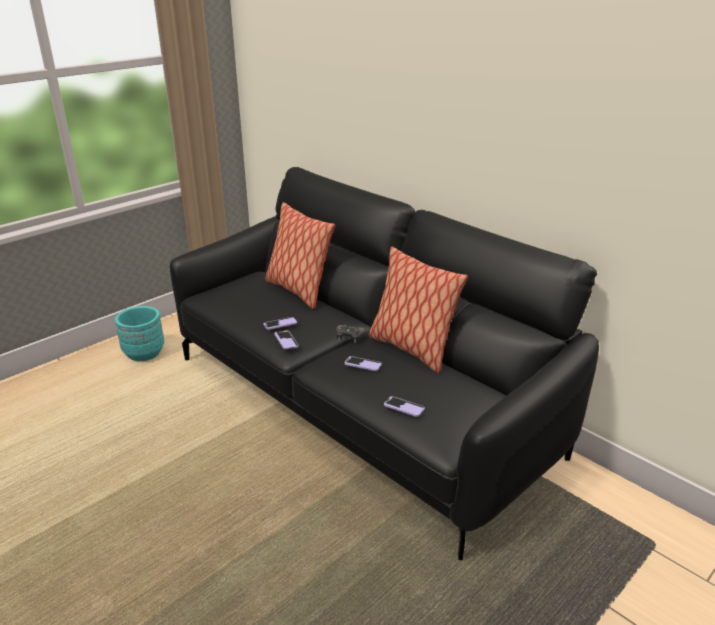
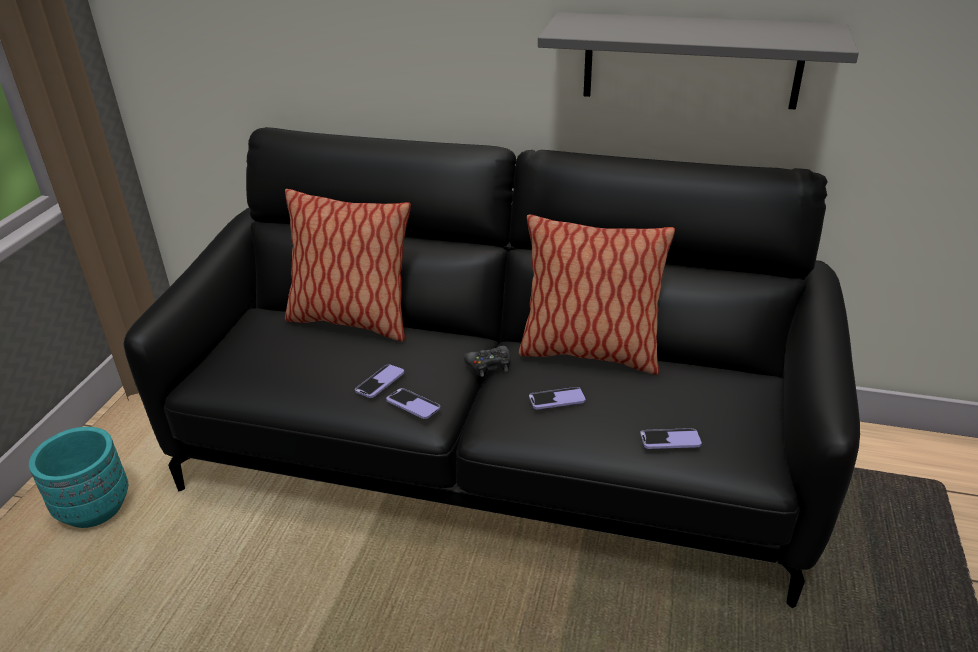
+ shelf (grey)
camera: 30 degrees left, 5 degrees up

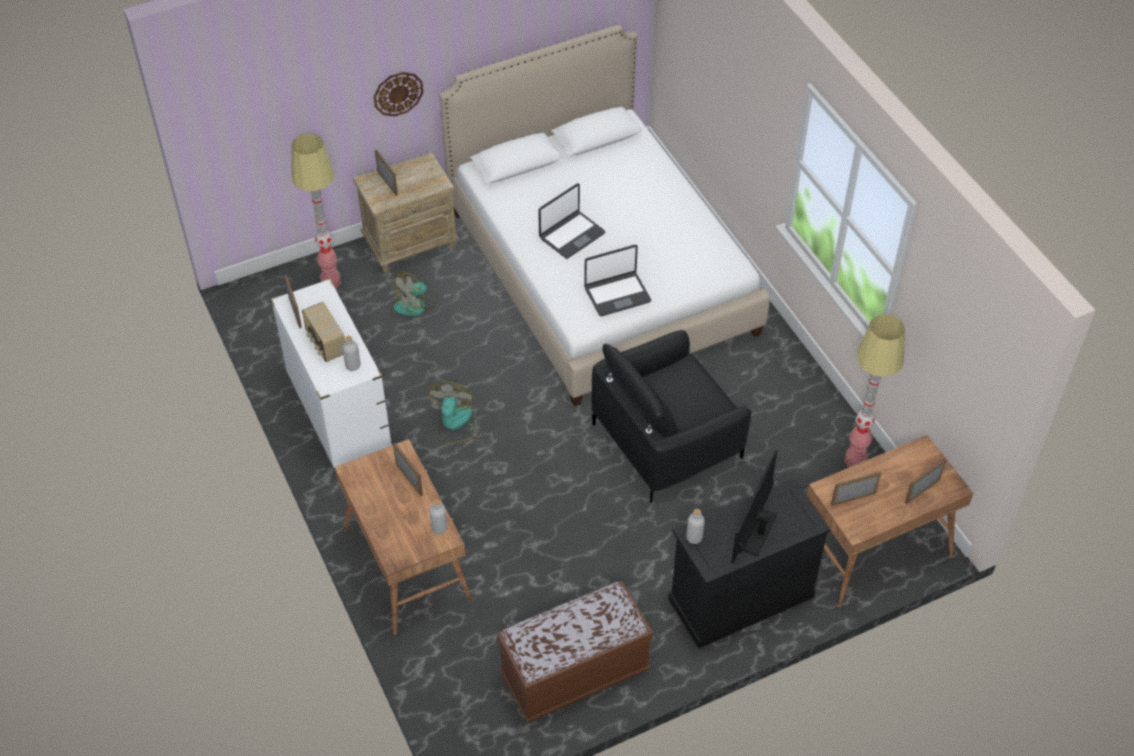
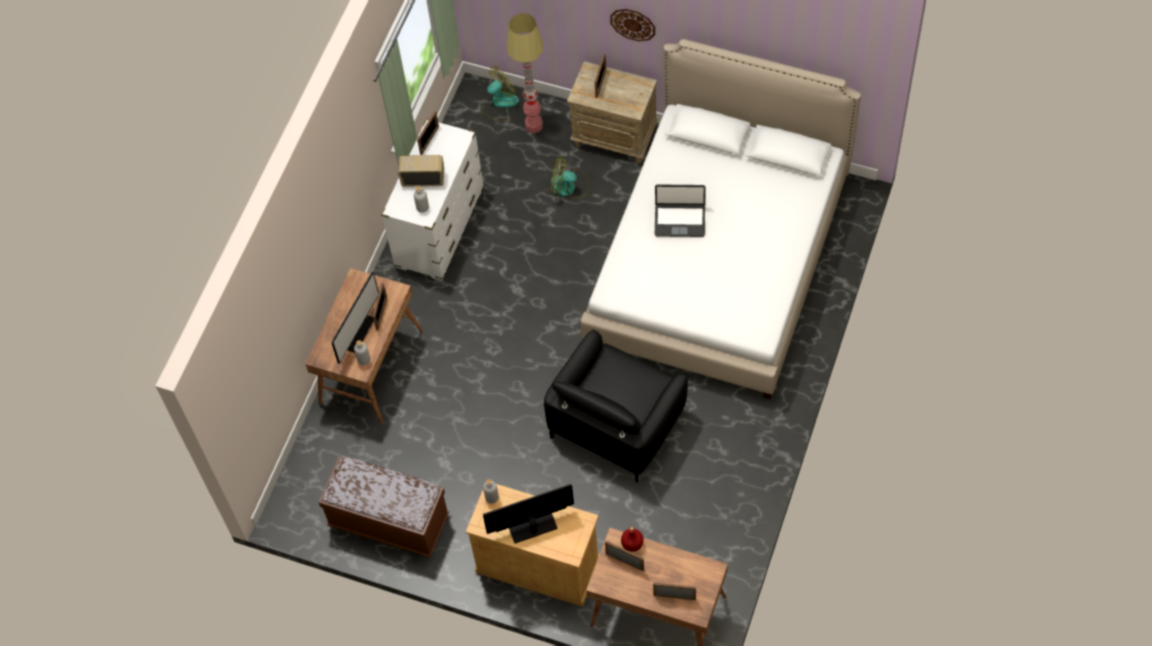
- laptop (no. 2 from left)
- floor lamp (no. 2 from left)
+ monitor (no. 1 from left)
+ bottle (red)
~ fan (no. 2 from left in the first image) to fan (no. 1 from left)
~ cabinet (black) to cabinet (beige)
~ radio 75 degrees clockwise
~ armchair (black) 75 degrees counterclockwise
camera: 50 degrees right, 10 degrees up

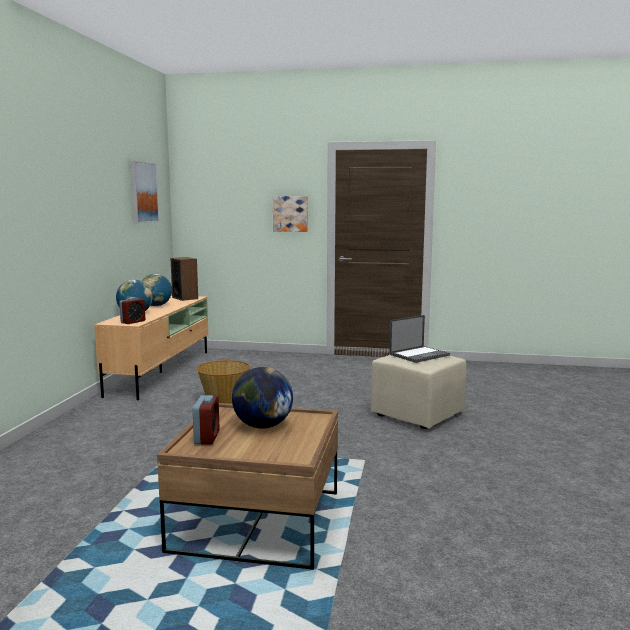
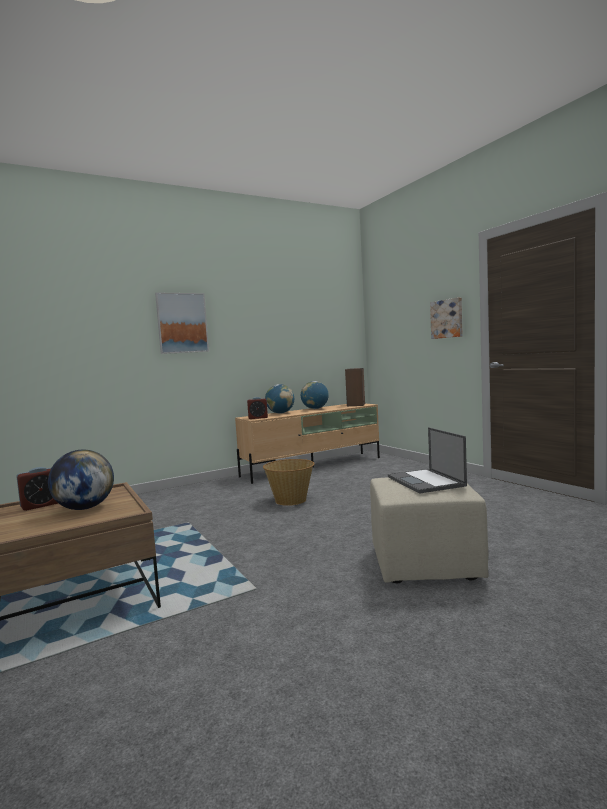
~ picture (no. 1 from left)
~ laptop 60 degrees clockwise
camera: 50 degrees right, 5 degrees down

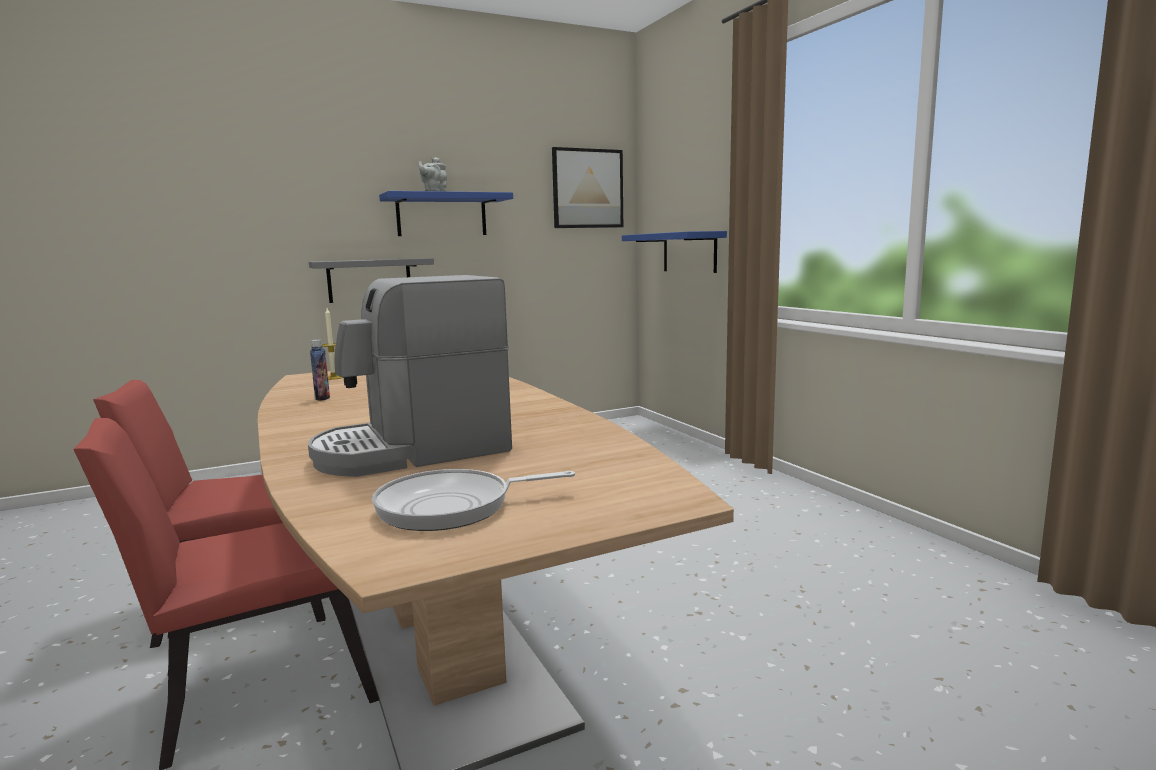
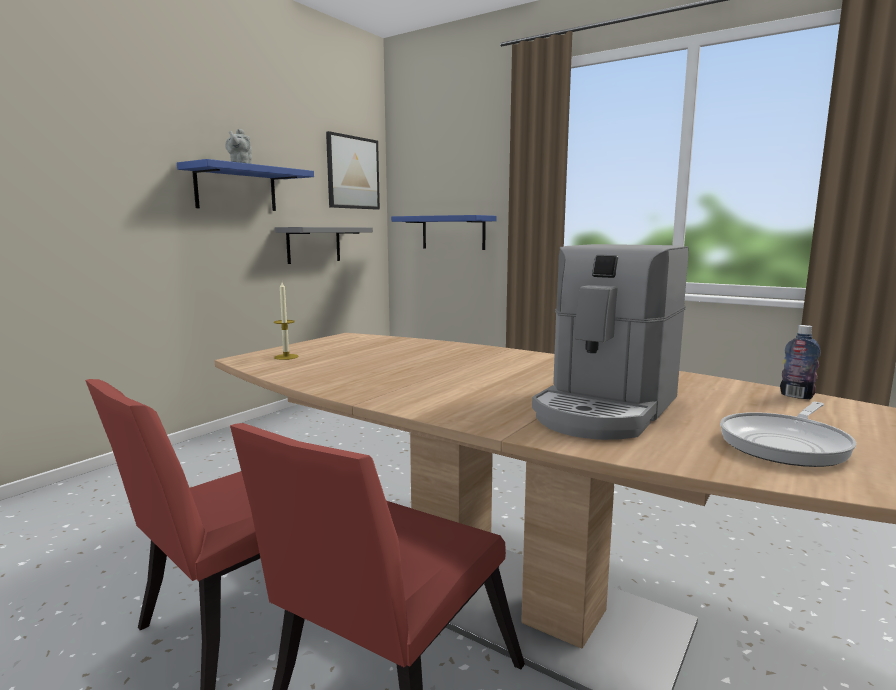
~ shelf (grey)
~ bottle
camera: 30 degrees left, 0 degrees up

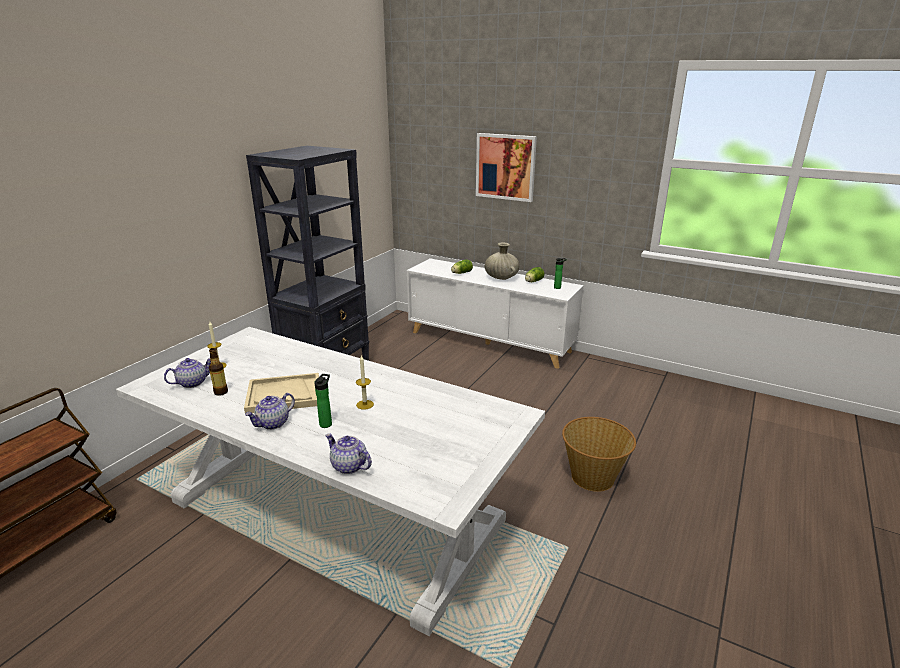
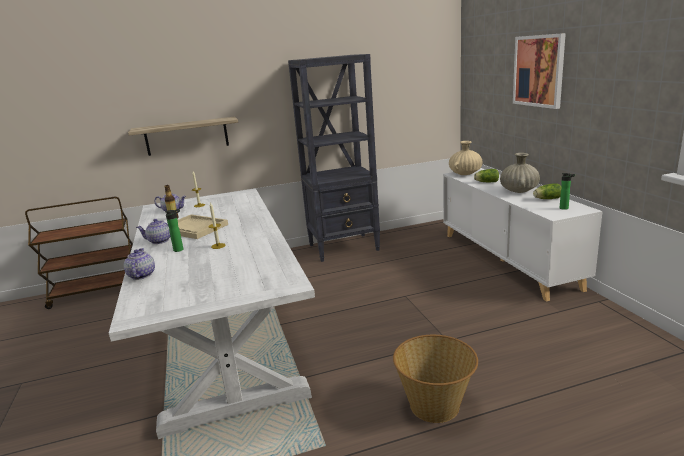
+ shelf
+ vase (beige) (no. 1 from left)
camera: 45 degrees right, 5 degrees down

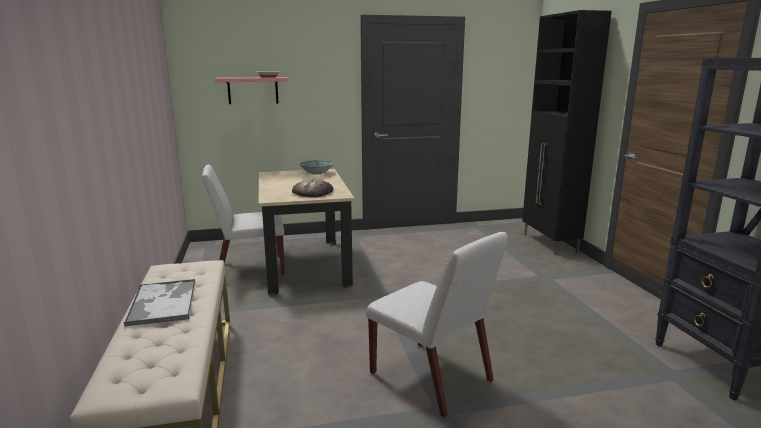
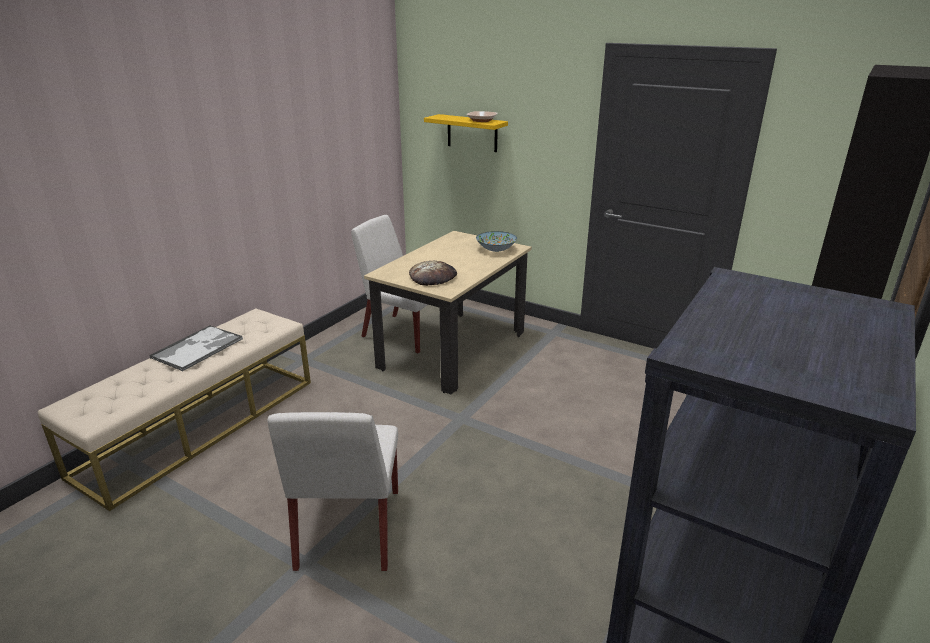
~ shelf (pink) to shelf (yellow)
camera: 45 degrees right, 10 degrees up

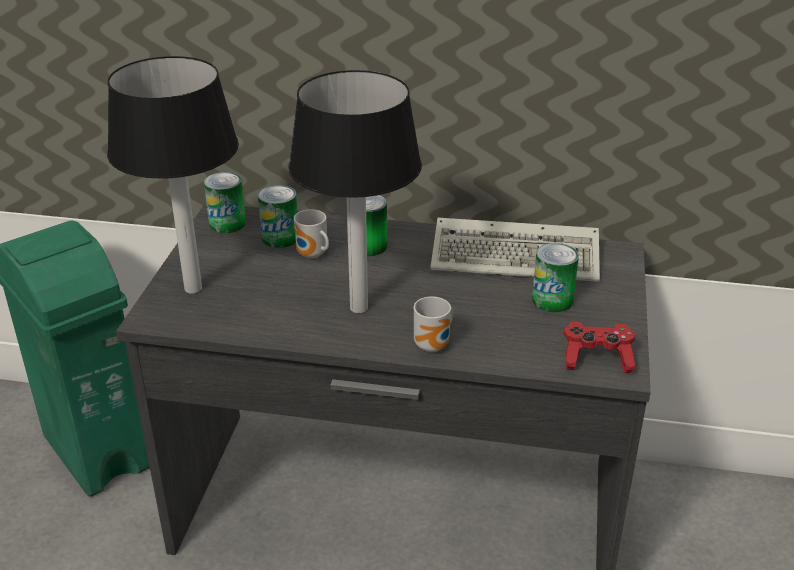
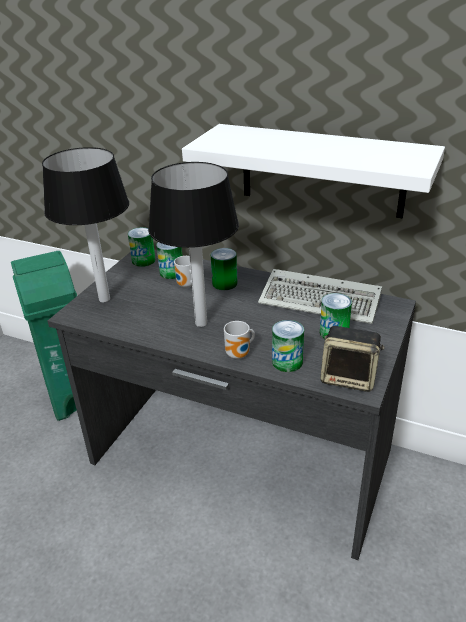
+ shelf (white)
+ can (no. 4 from left)
~ game controller (red) to speaker
camera: 15 degrees right, 0 degrees up

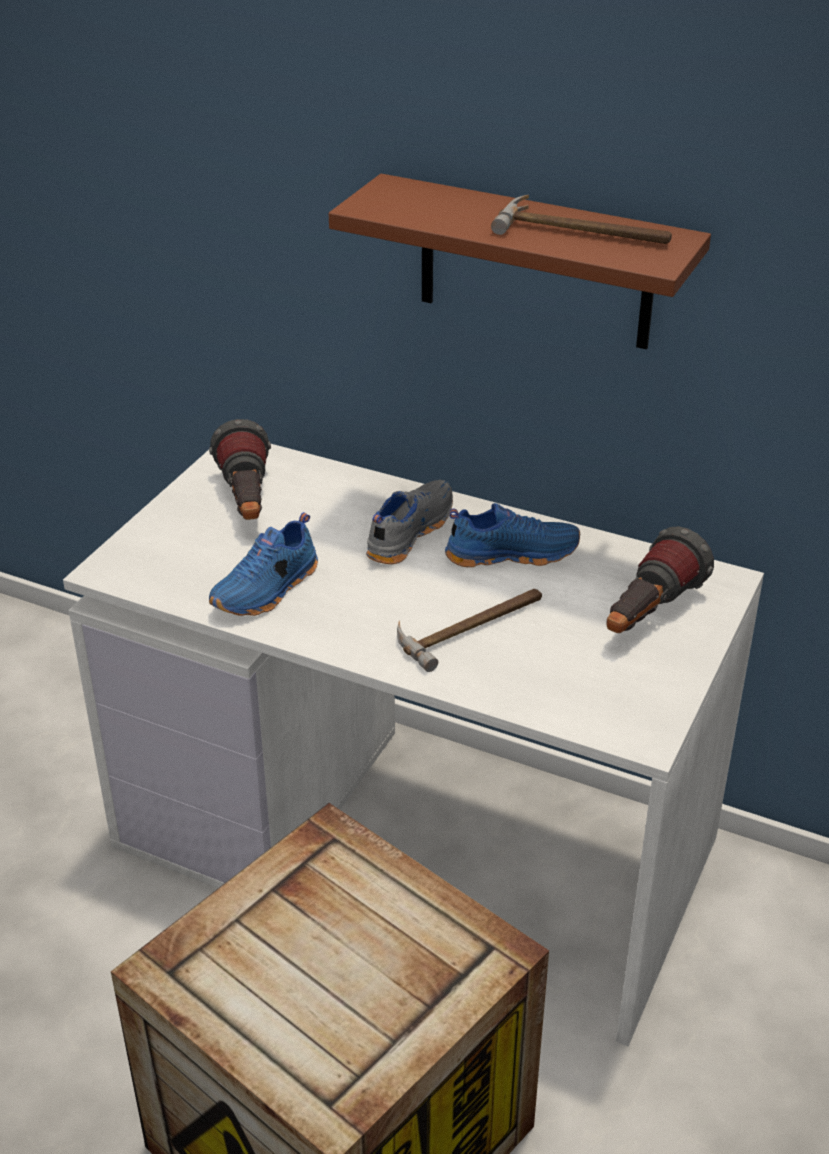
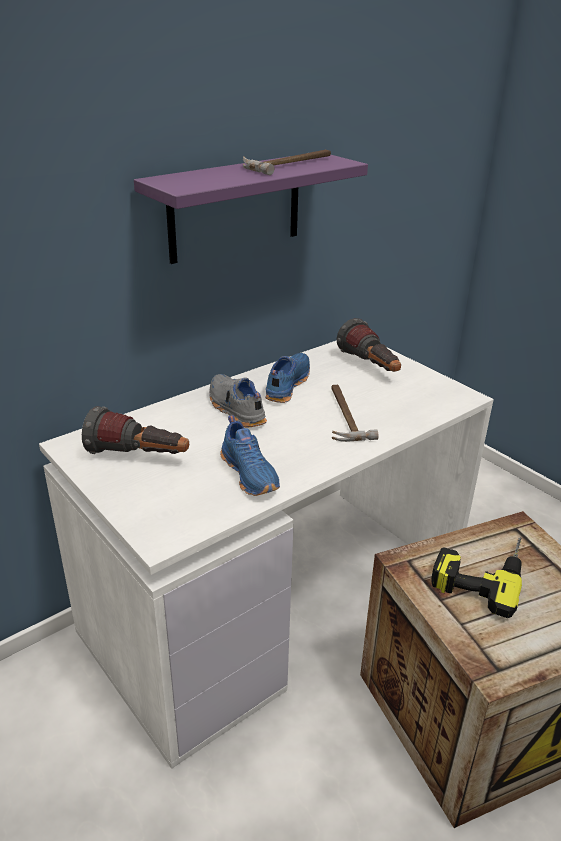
+ power drill
~ shelf (brown) to shelf (purple)
camera: 65 degrees left, 5 degrees down

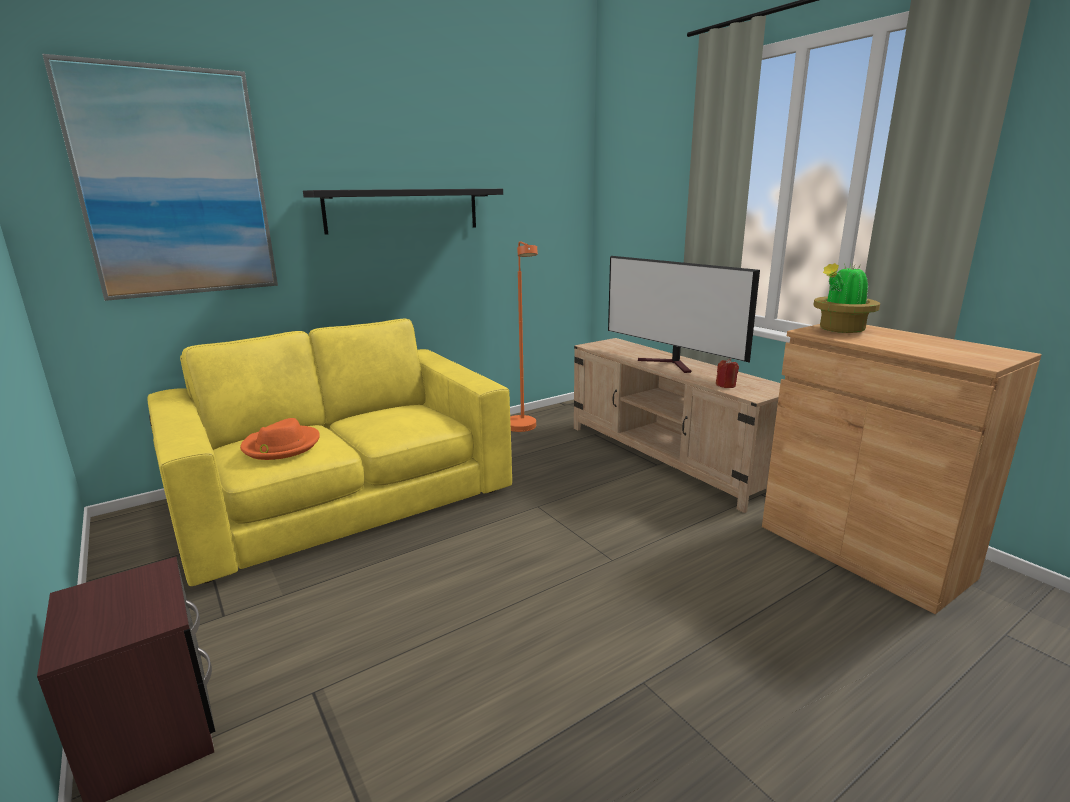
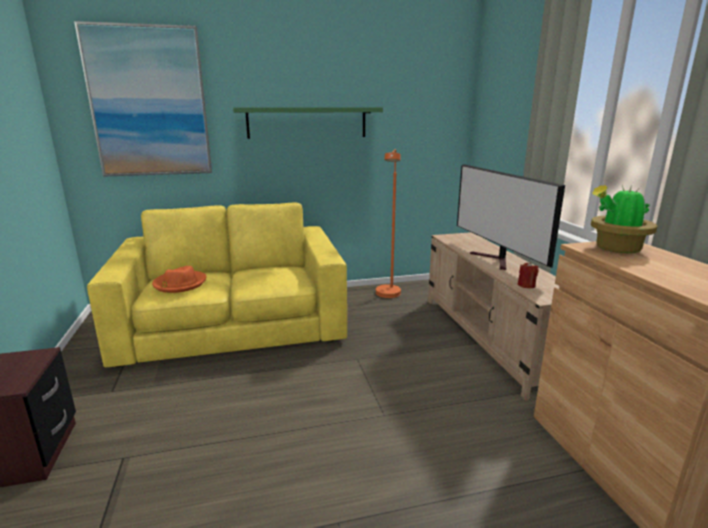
~ shelf (black) to shelf (green)
camera: 20 degrees right, 0 degrees up

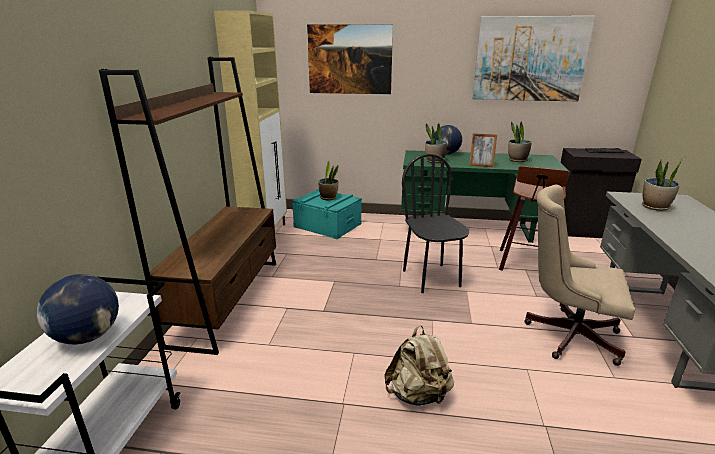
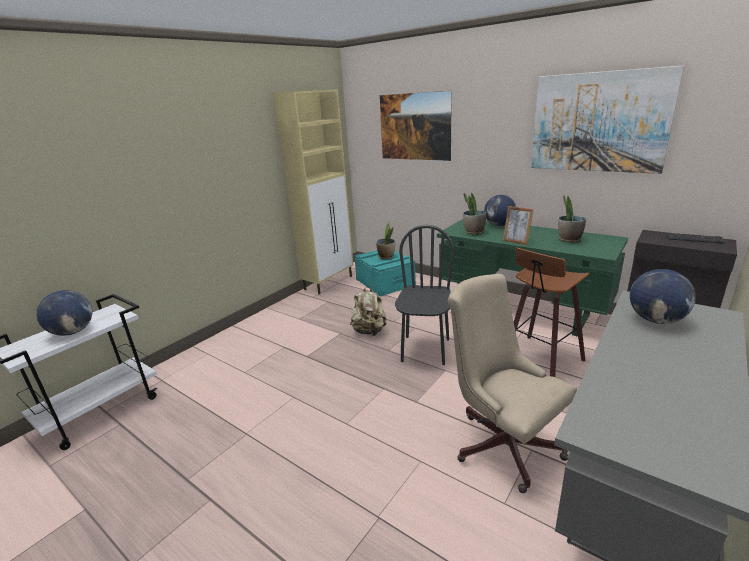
- bookcase (brown)
~ backpack (beige)
~ potted plant (no. 4 from left) to globe (no. 3 from left)
camera: 30 degrees right, 0 degrees up

